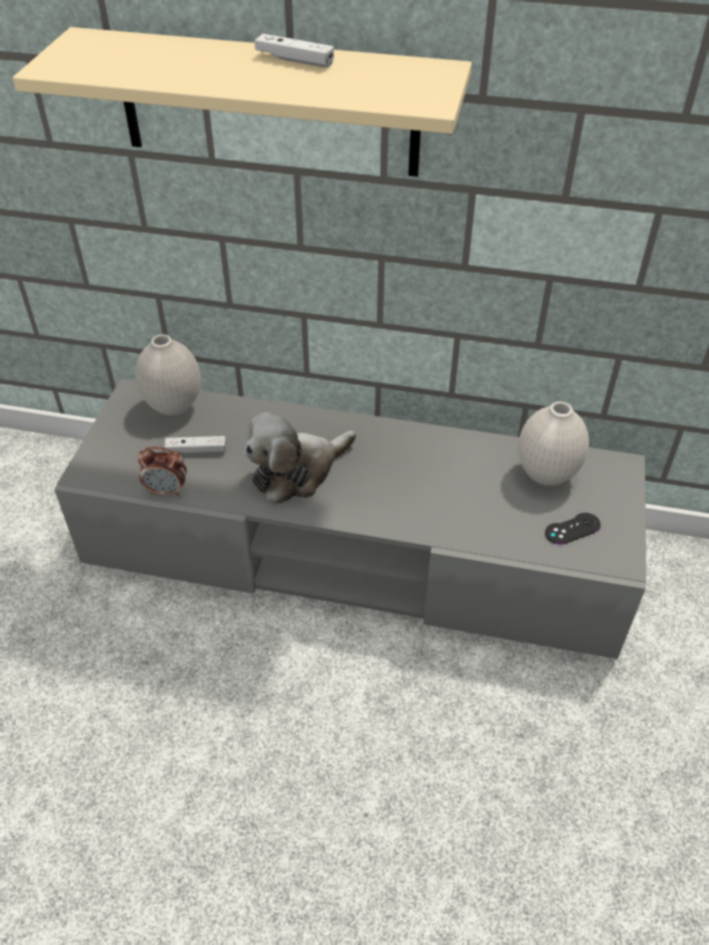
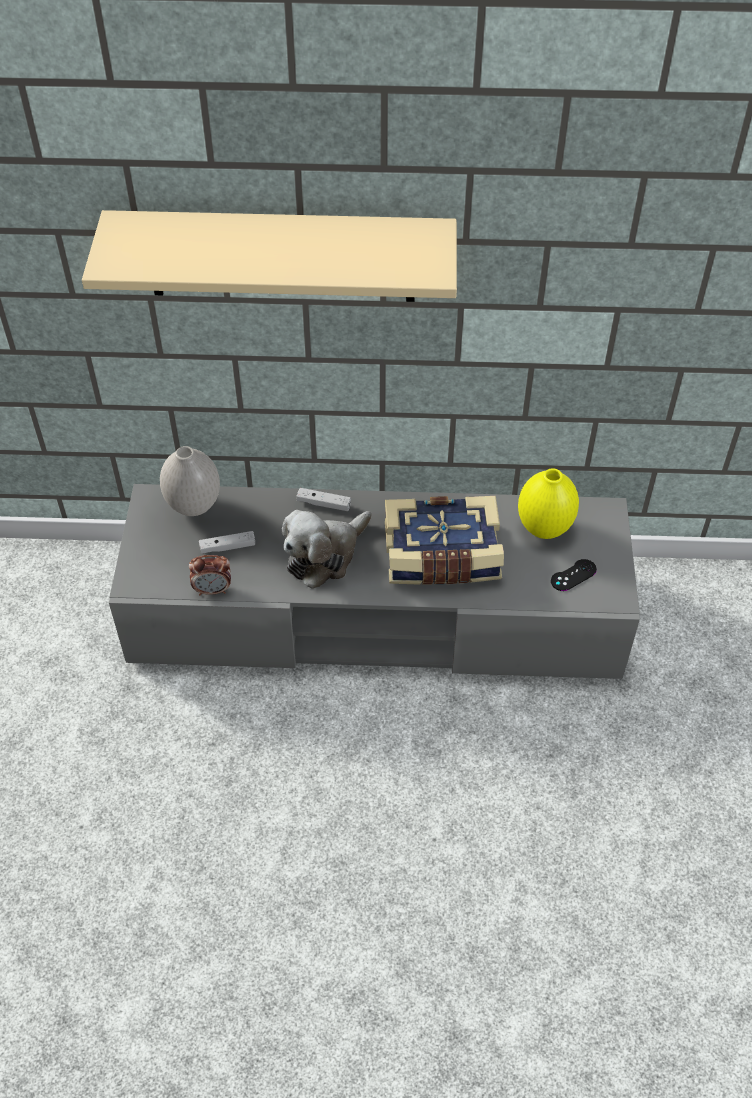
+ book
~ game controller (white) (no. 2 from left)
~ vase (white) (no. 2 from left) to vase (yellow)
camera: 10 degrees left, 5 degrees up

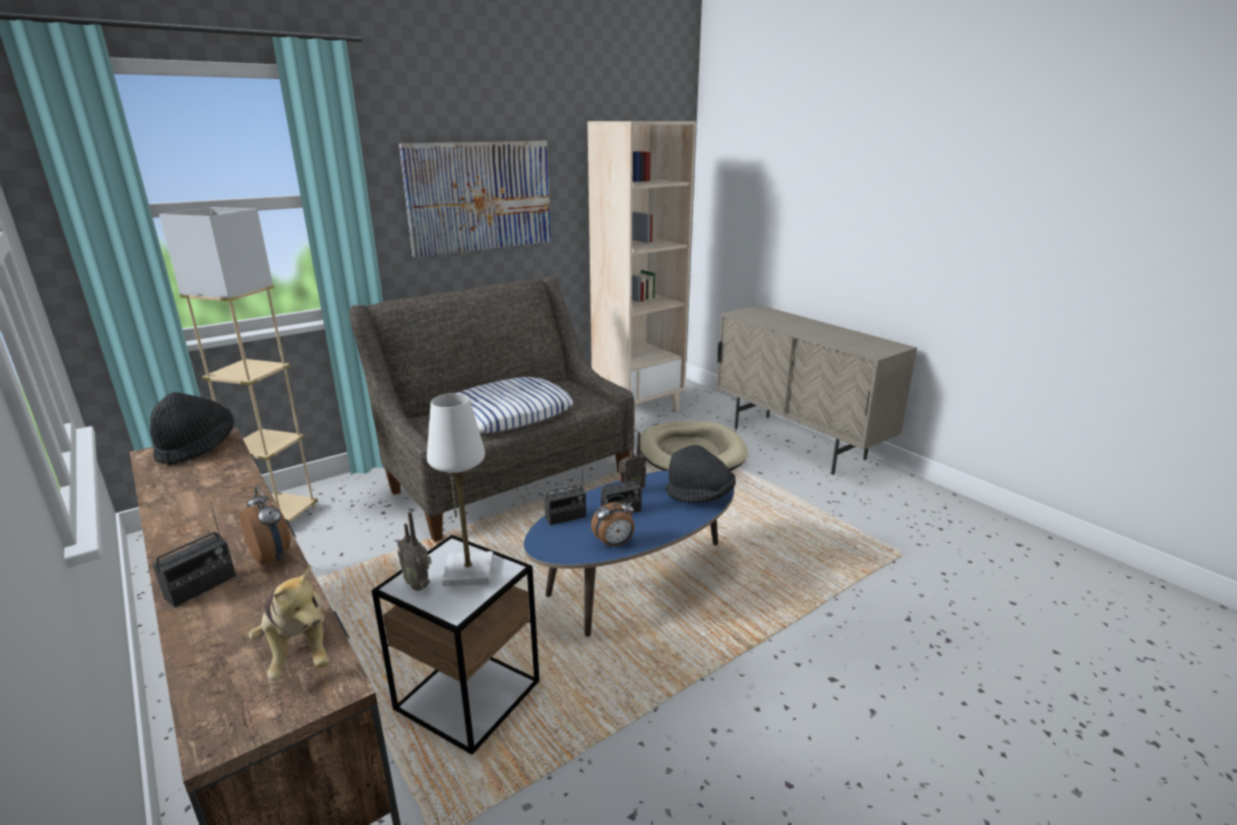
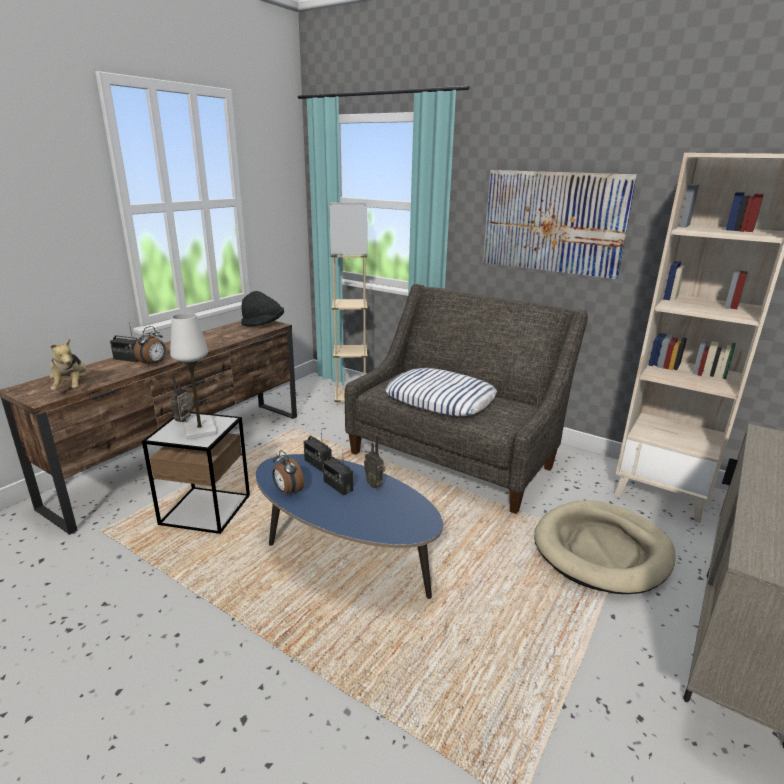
- hat (black) (no. 2 from left)
~ plush toy 60 degrees counterclockwise
camera: 70 degrees right, 0 degrees up

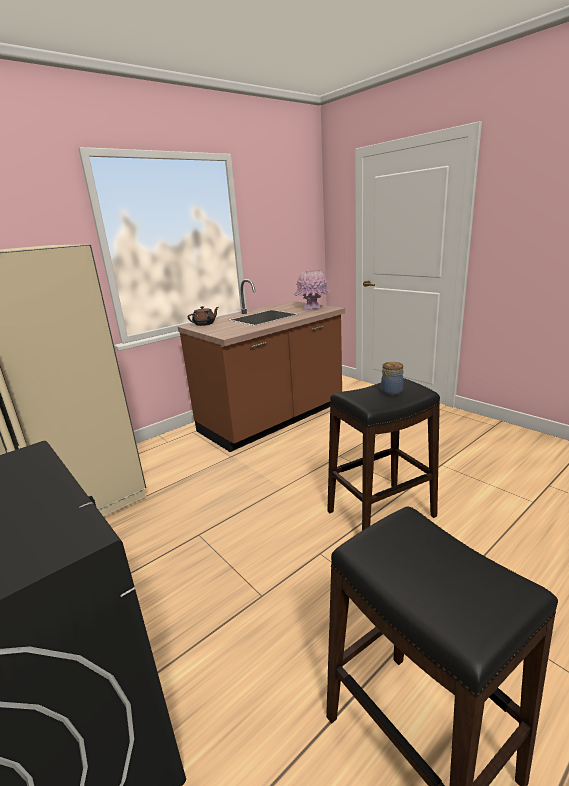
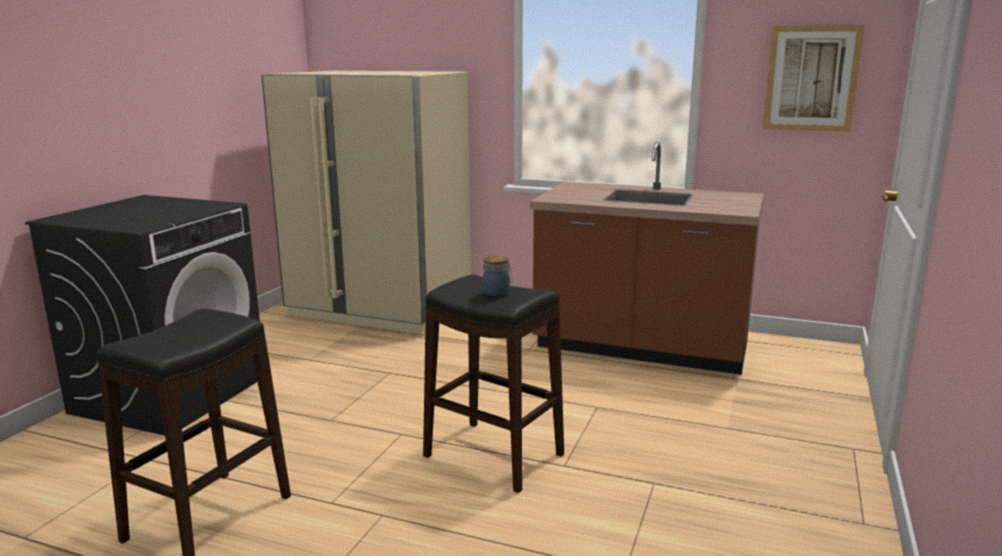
- teapot (brown)
- vase (pink)
+ picture
camera: 60 degrees right, 5 degrees down

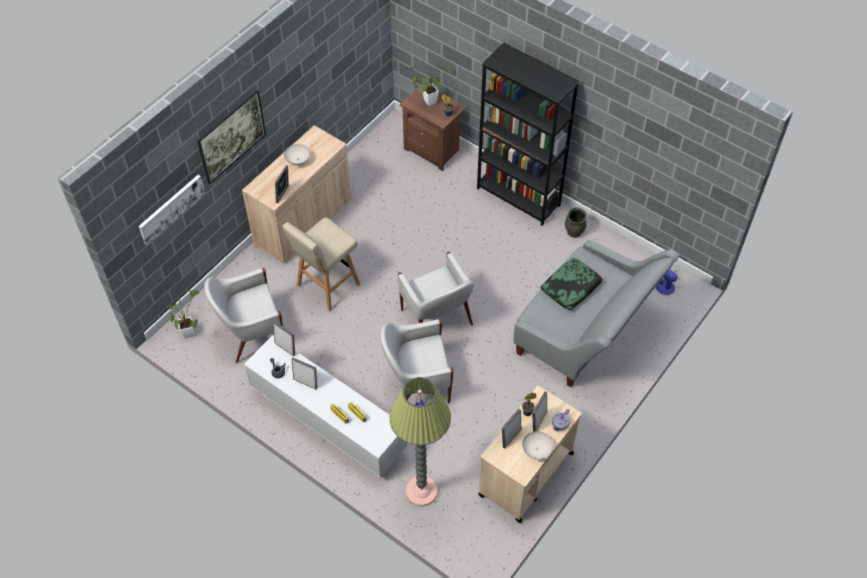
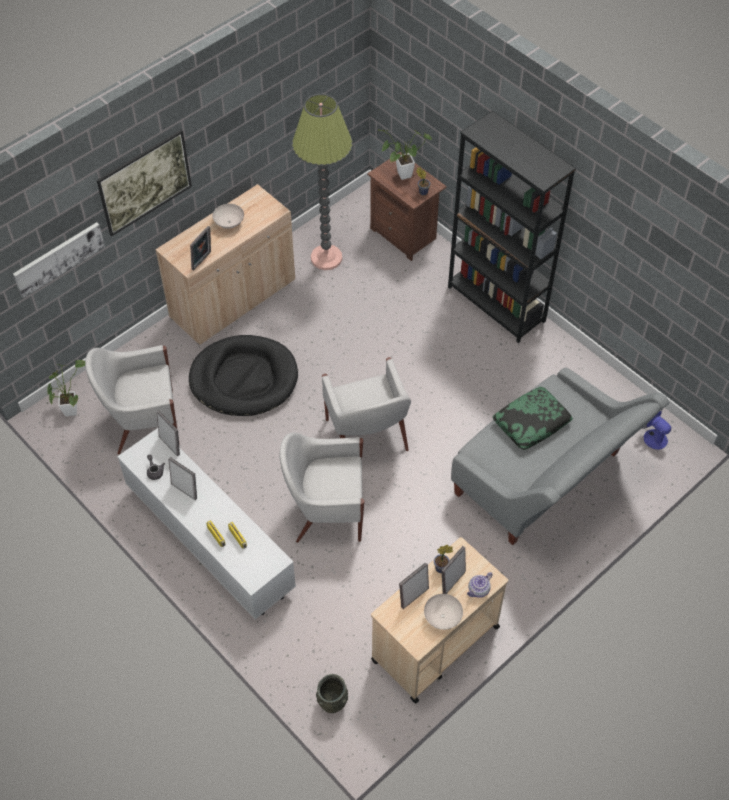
~ floor lamp
~ vase (grey)
~ stool (beige) to dog bed (black)
camera: 10 degrees right, 0 degrees up

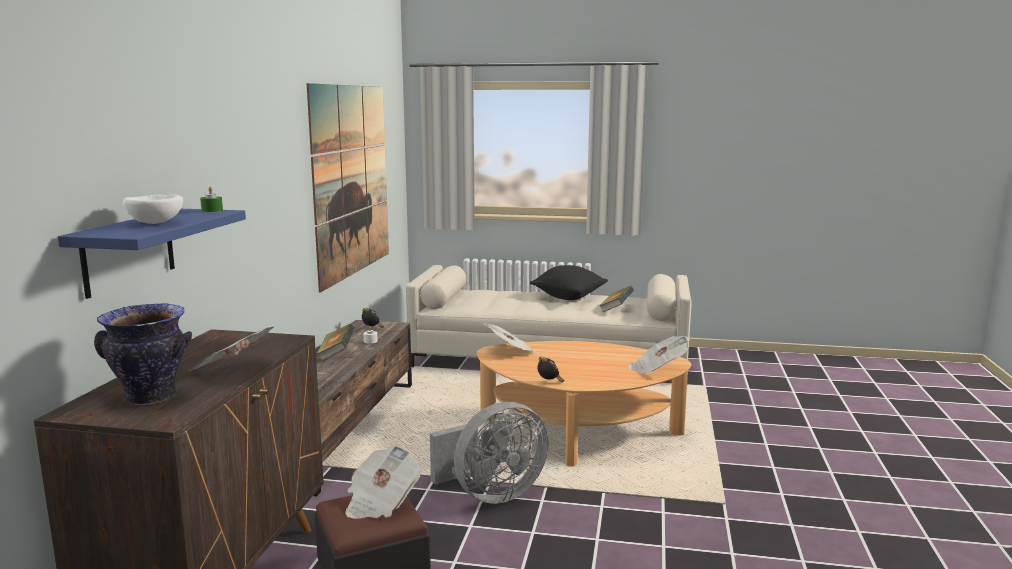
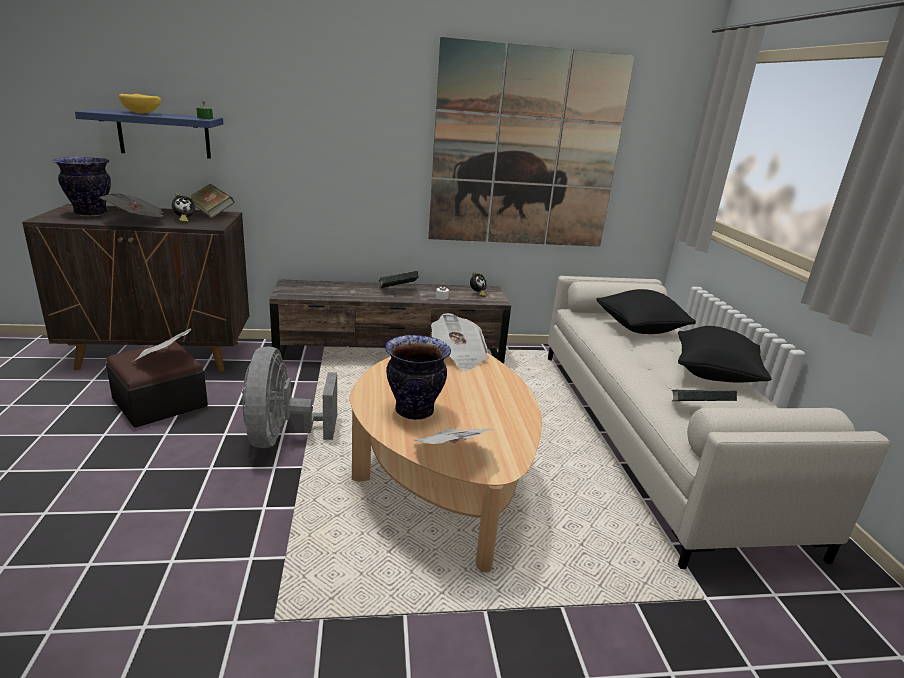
+ book (no. 1 from left)
+ vase (no. 2 from left)
+ pillow (black) (no. 1 from left)
~ alarm clock (no. 2 from left in the first image) to alarm clock (no. 1 from left)
~ bowl (white) to bowl (yellow)
~ fan (grey) 45 degrees clockwise
camera: 70 degrees right, 10 degrees up

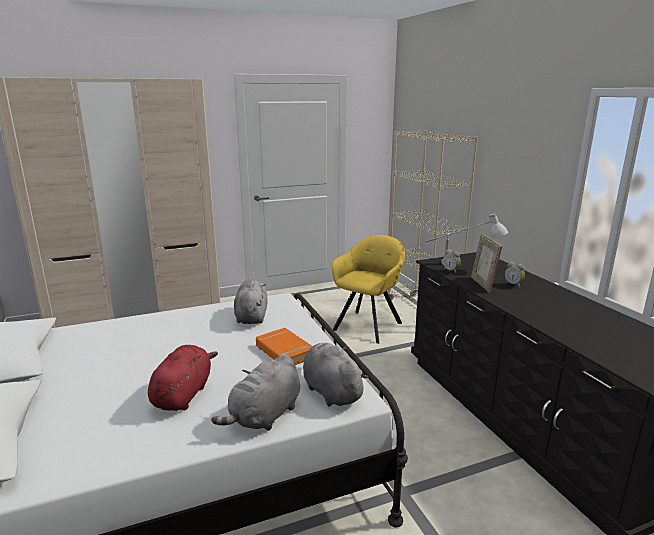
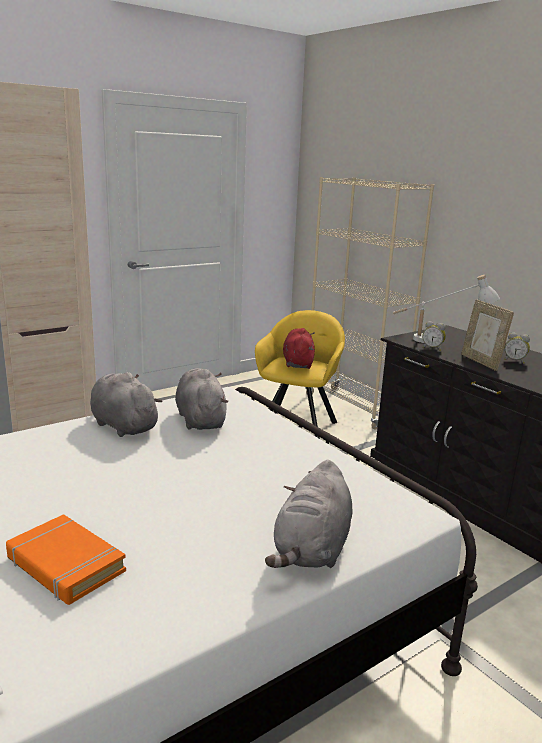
~ plush toy (red)
~ book (orange)
~ plush toy (grey) (no. 3 from left in the first image) to plush toy (grey) (no. 1 from left)
camera: 15 degrees left, 0 degrees up

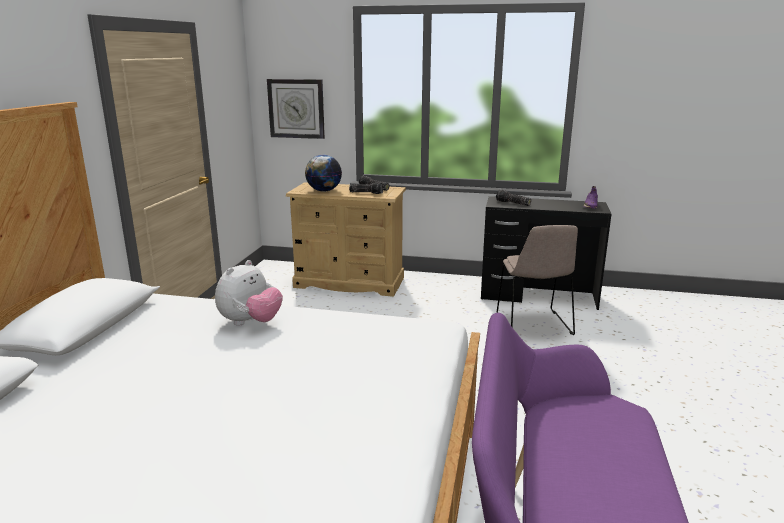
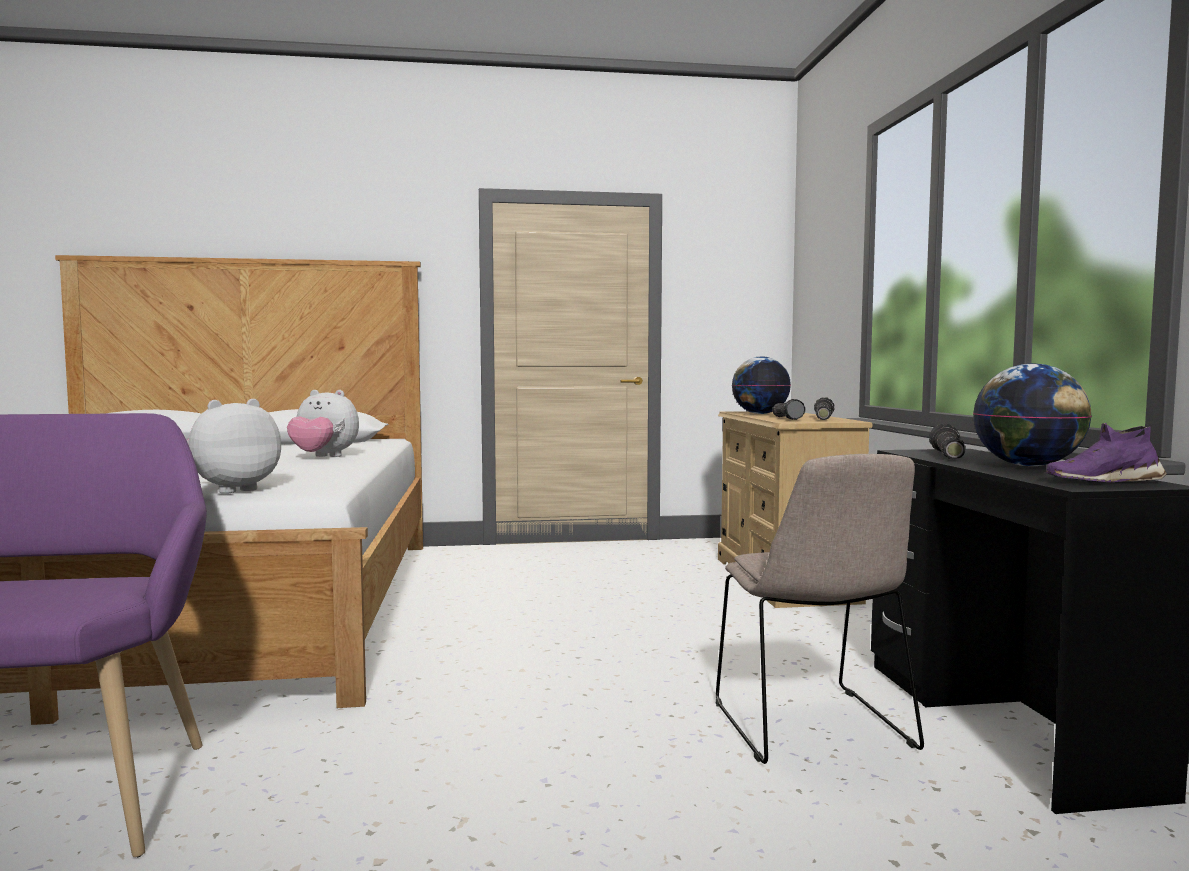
- wall clock
+ plush toy (no. 1 from left)
+ globe (no. 2 from left)
~ chair (beige) 75 degrees counterclockwise
camera: 70 degrees right, 15 degrees down

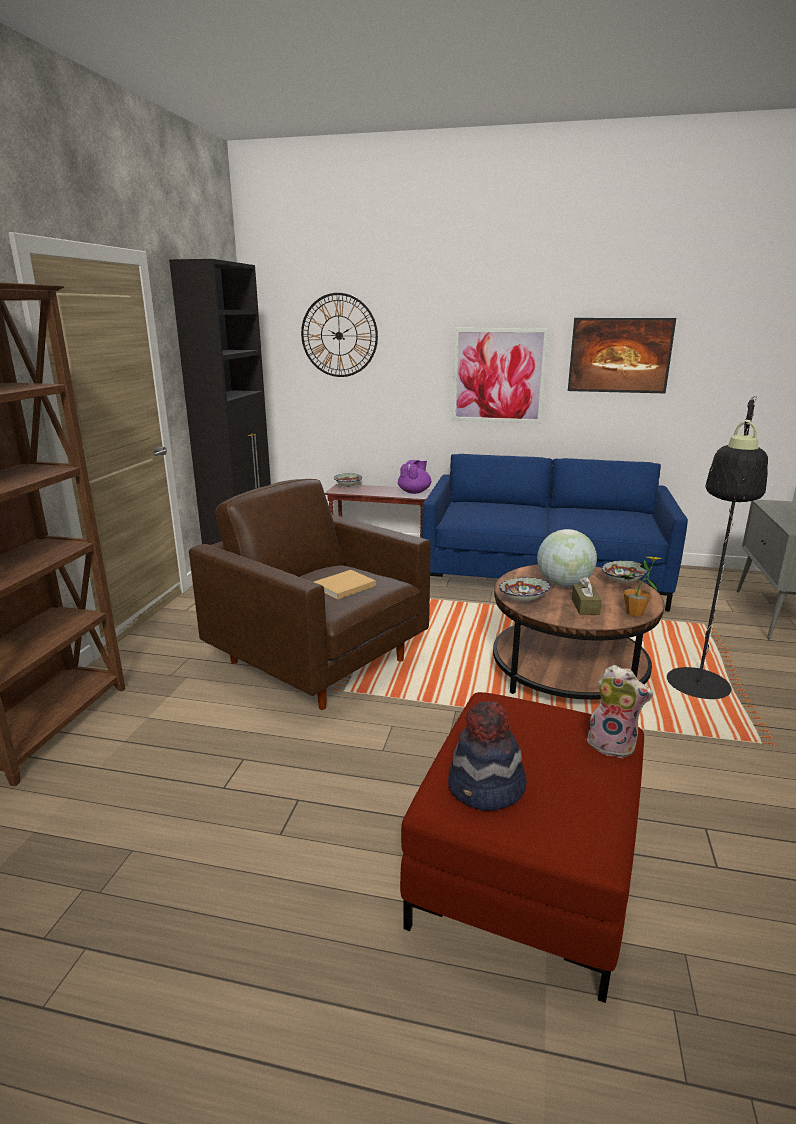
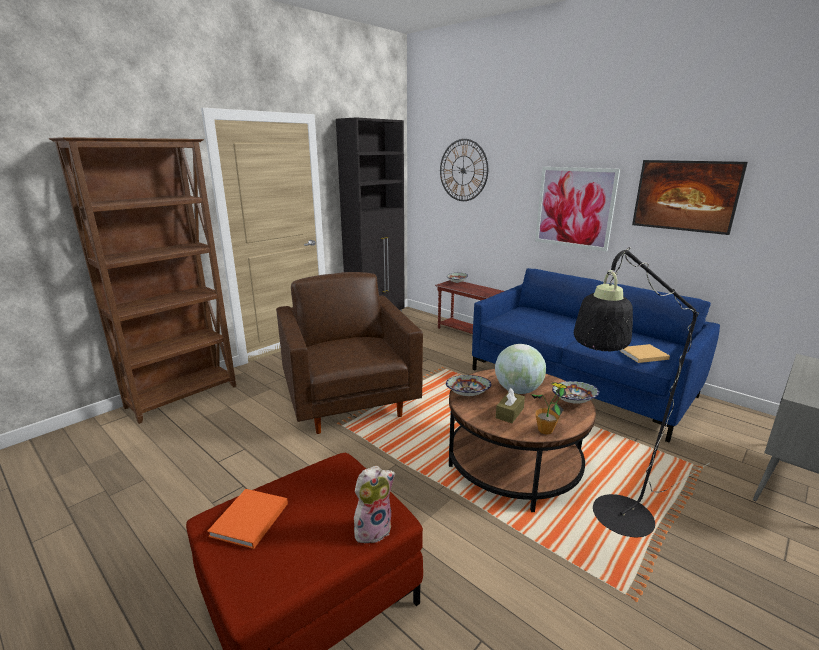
- teapot (purple)
~ book (beige)
~ hat to book (orange)
~ plush toy 90 degrees counterclockwise
camera: 30 degrees right, 0 degrees up

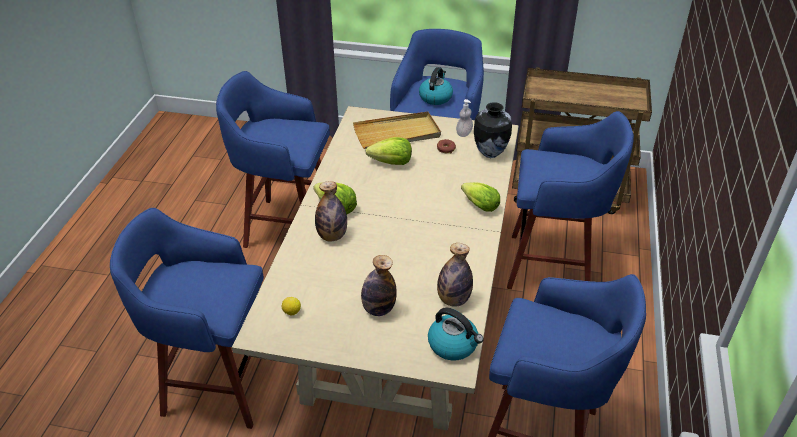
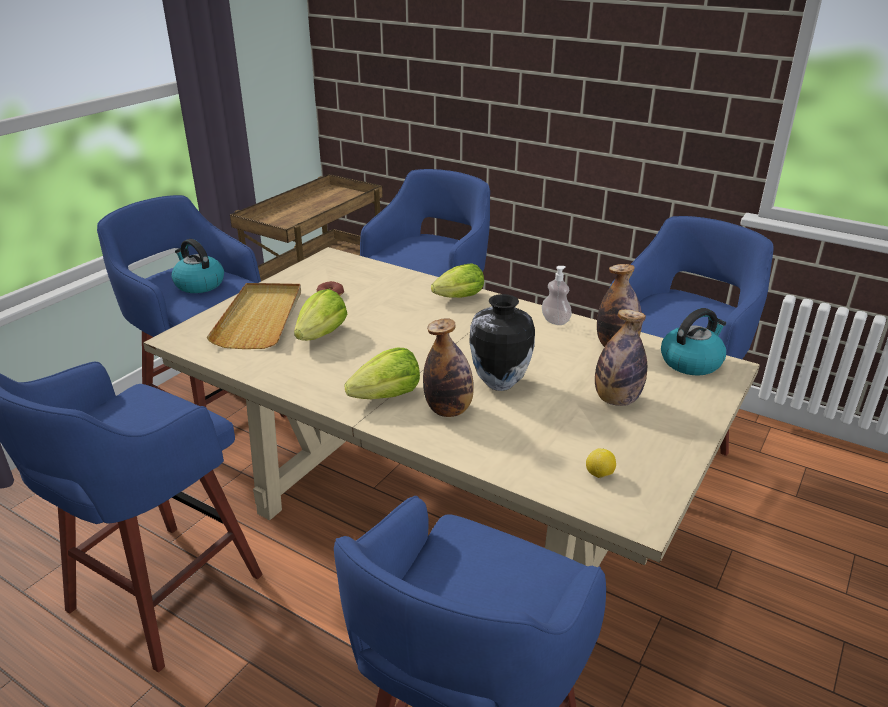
~ soap dispenser
~ vase
camera: 70 degrees left, 10 degrees down

